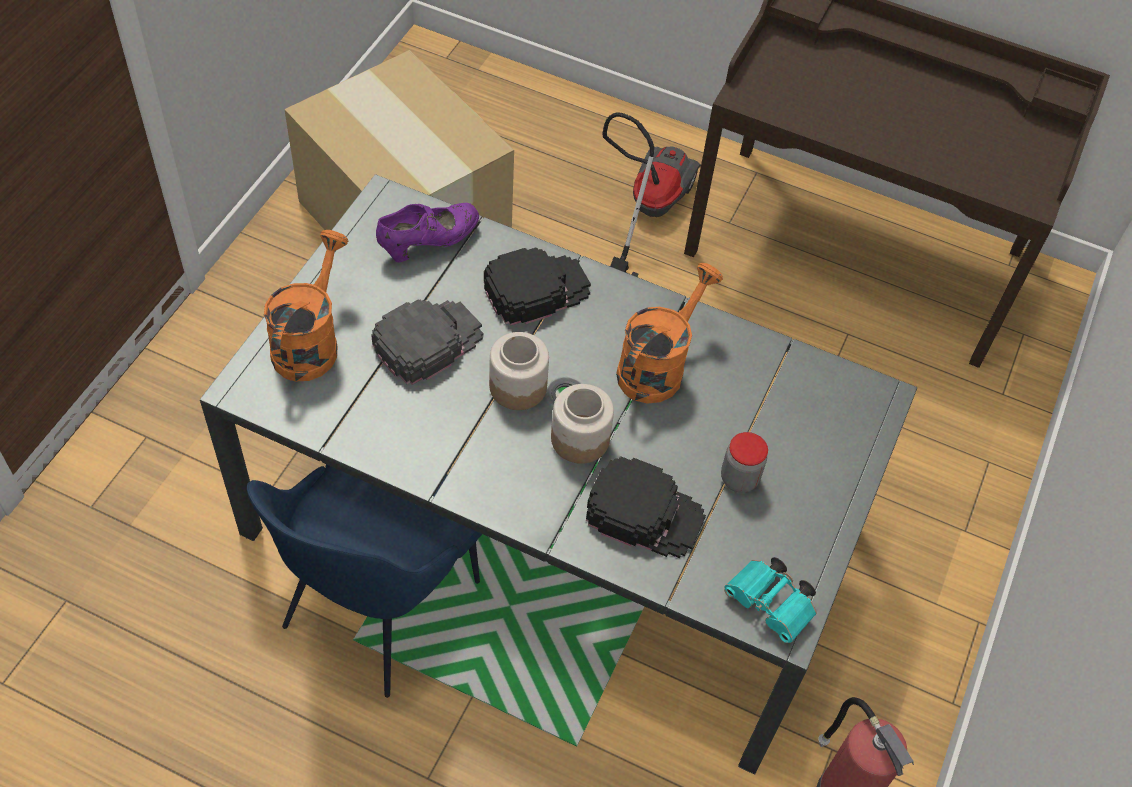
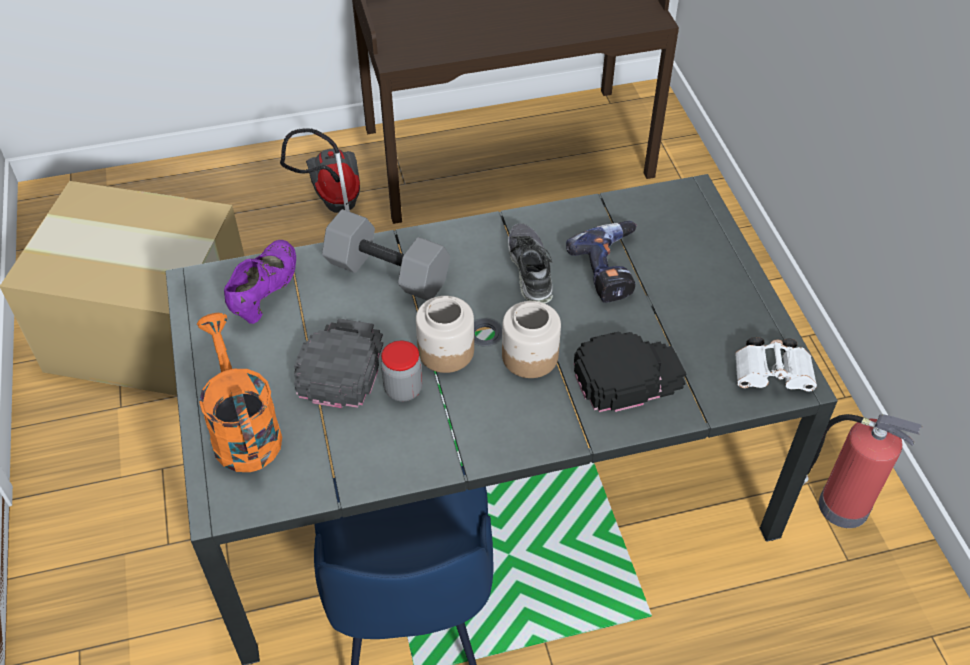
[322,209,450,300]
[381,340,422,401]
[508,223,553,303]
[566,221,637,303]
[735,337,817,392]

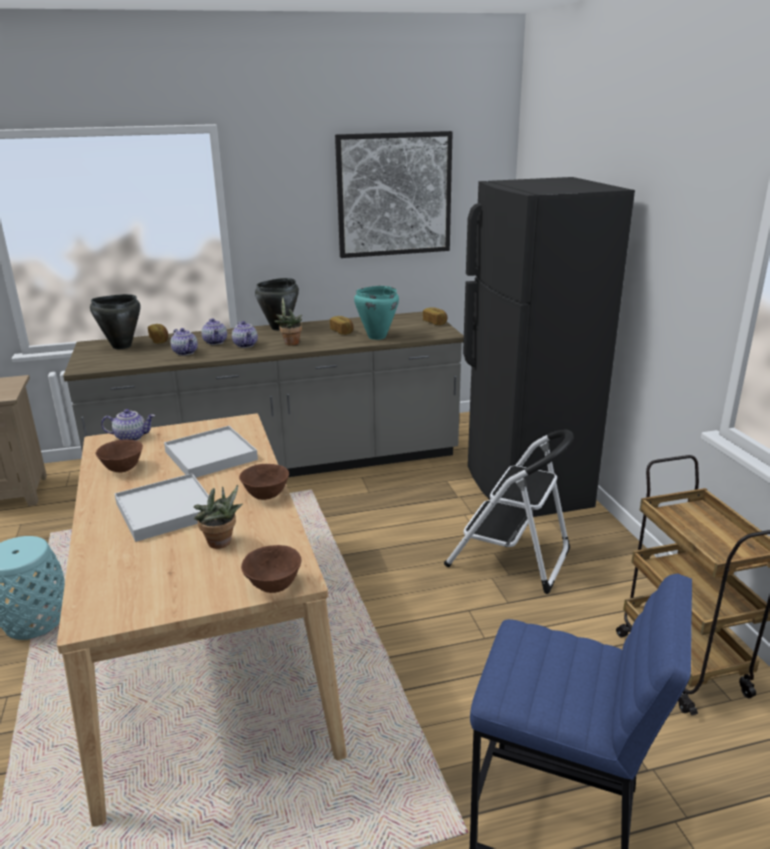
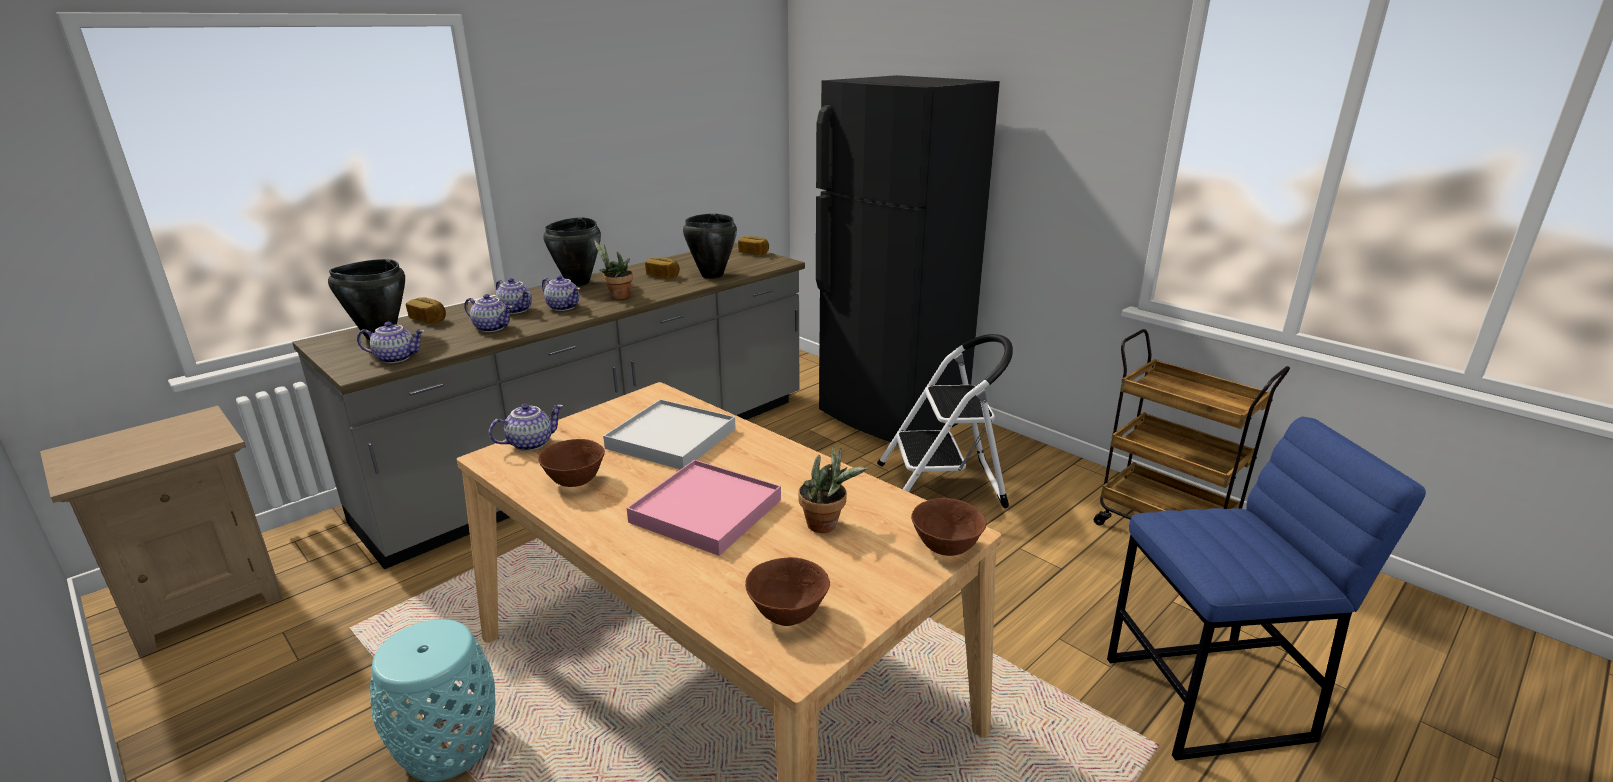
[357,322,424,363]
[627,460,781,556]
[683,213,737,279]
[745,557,830,626]
[335,131,453,258] (first image)

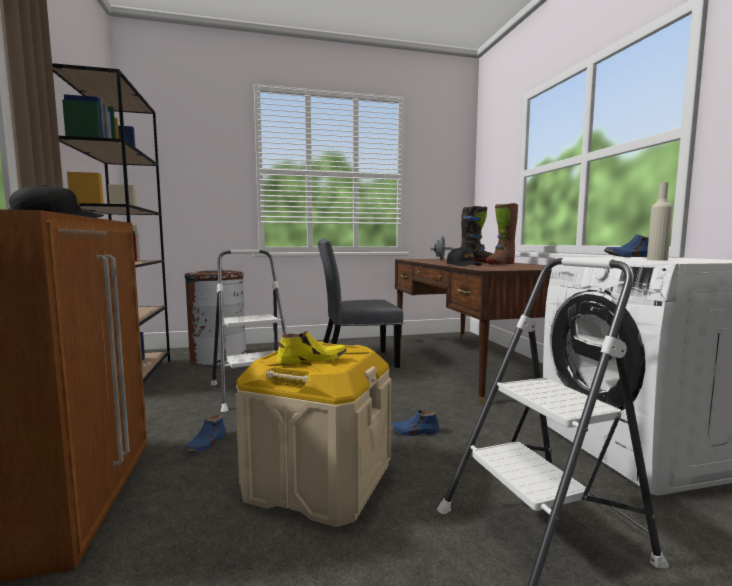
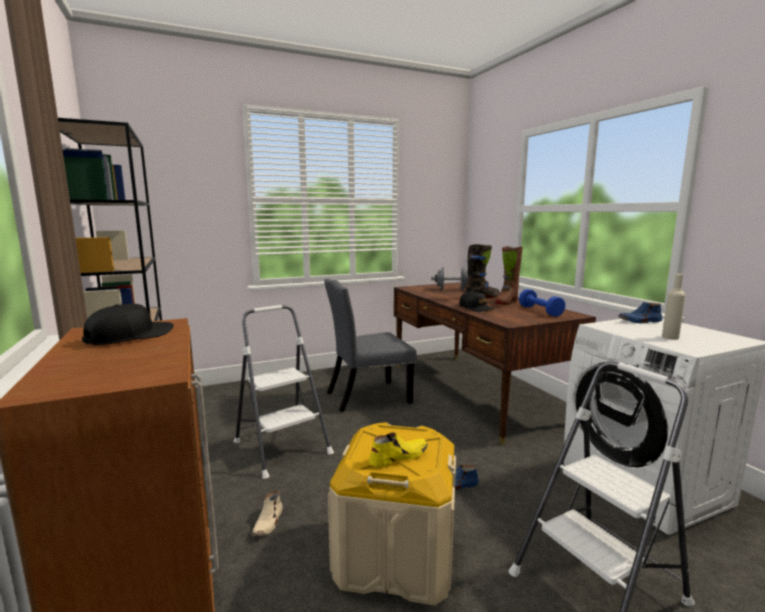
[252,490,283,536]
[519,289,565,317]
[185,270,246,366] (first image)

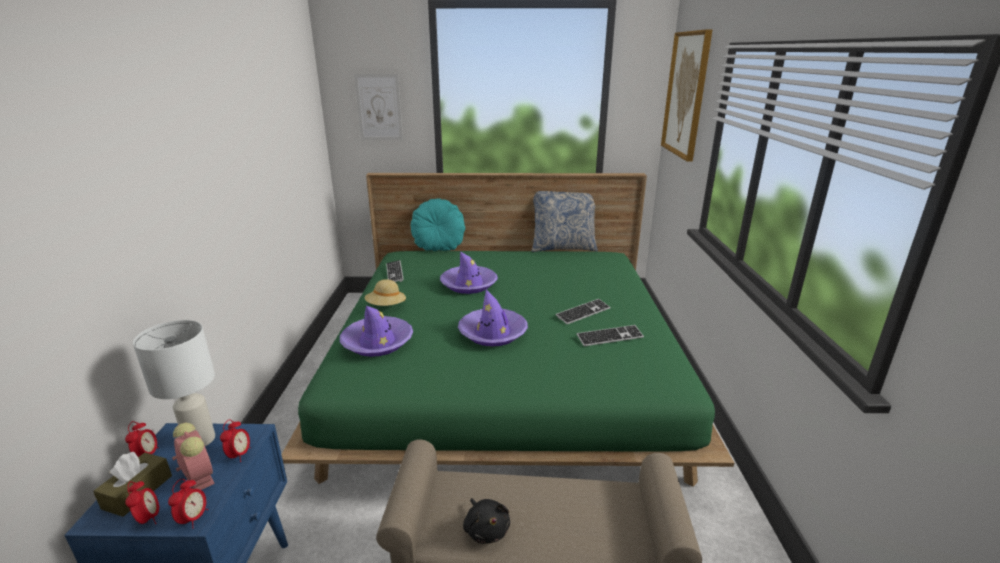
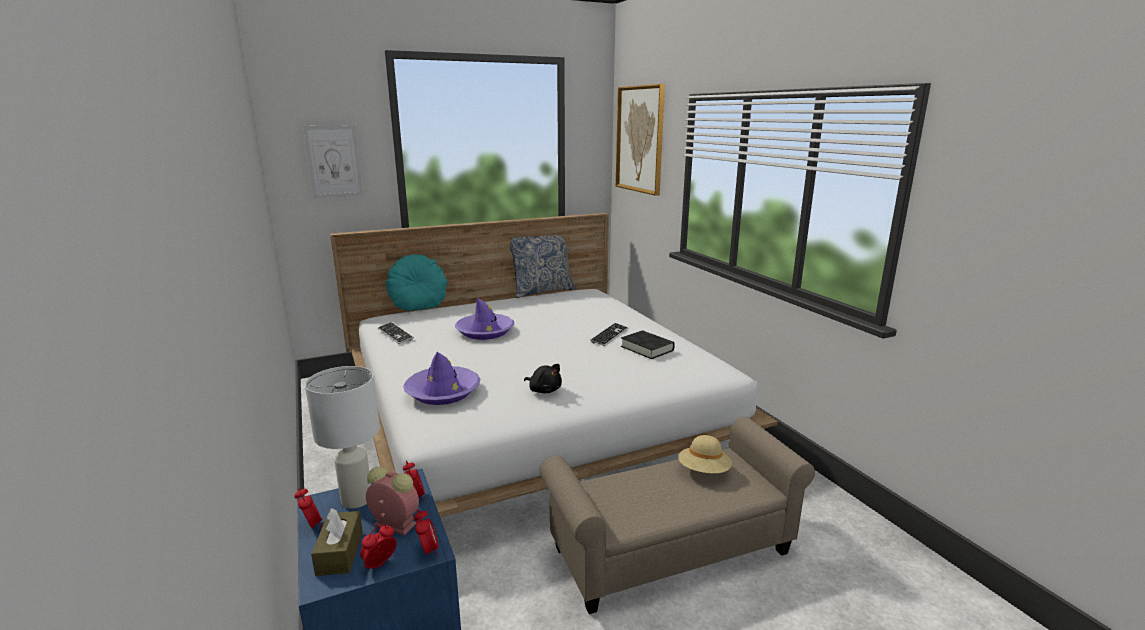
[330,213,778,518]
[360,524,397,569]
[524,364,562,393]
[621,330,675,359]
[678,435,732,474]
[458,289,528,347] (first image)

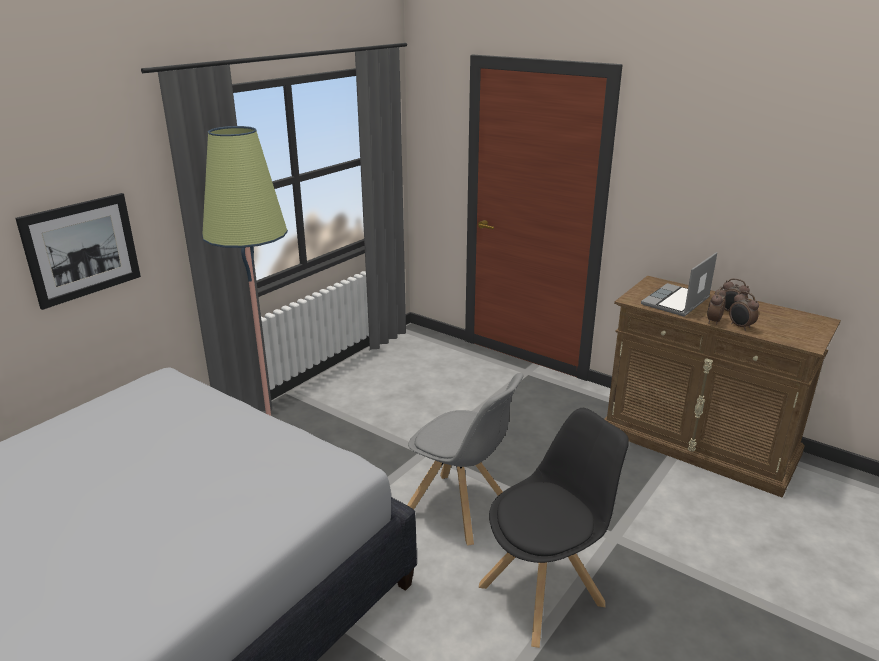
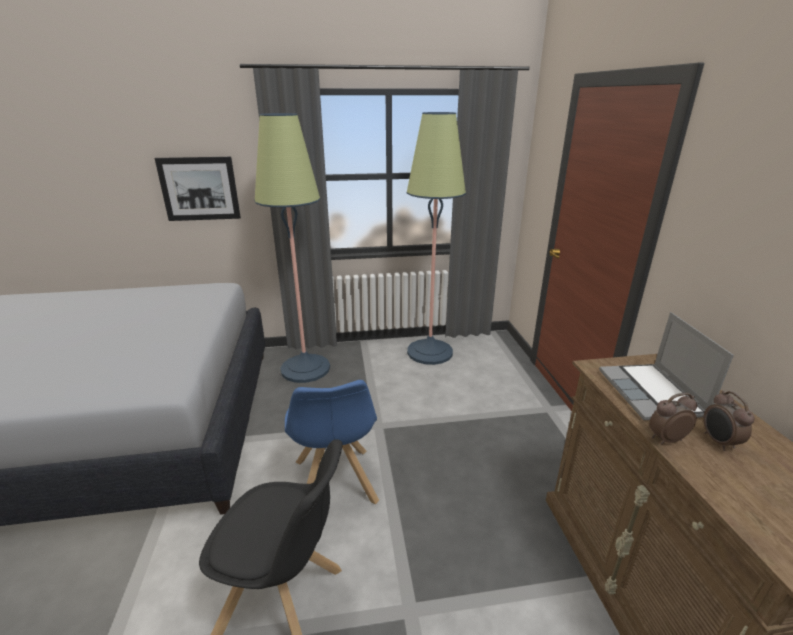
[285,380,379,504]
[407,112,466,365]
[599,312,734,420]
[729,291,759,331] (first image)

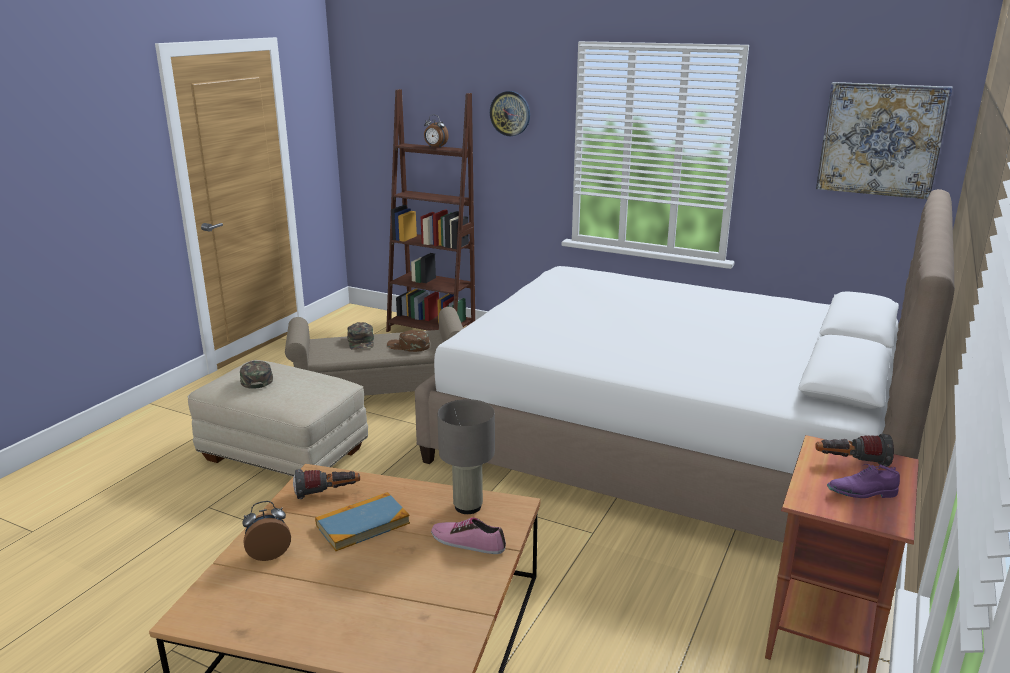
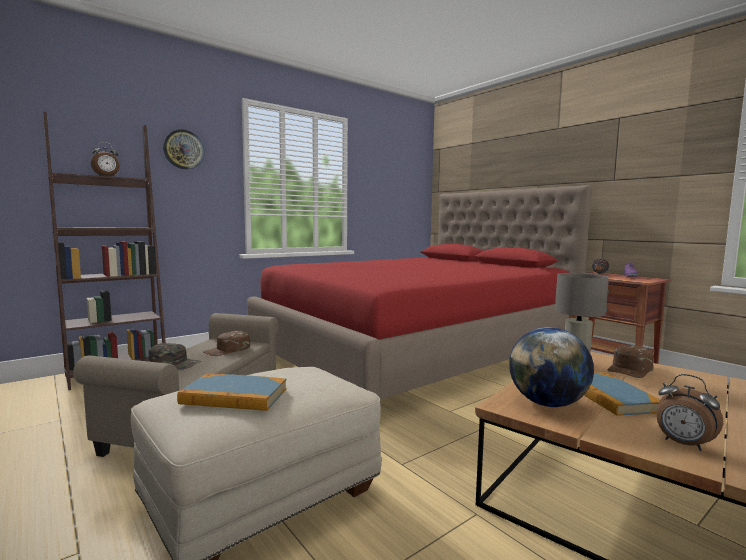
[177,373,287,411]
[247,185,592,399]
[509,327,594,407]
[607,345,654,378]
[657,374,723,451]
[816,82,953,199] (first image)

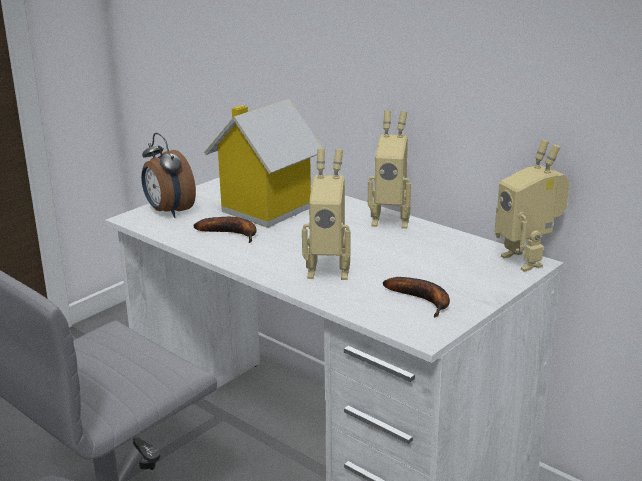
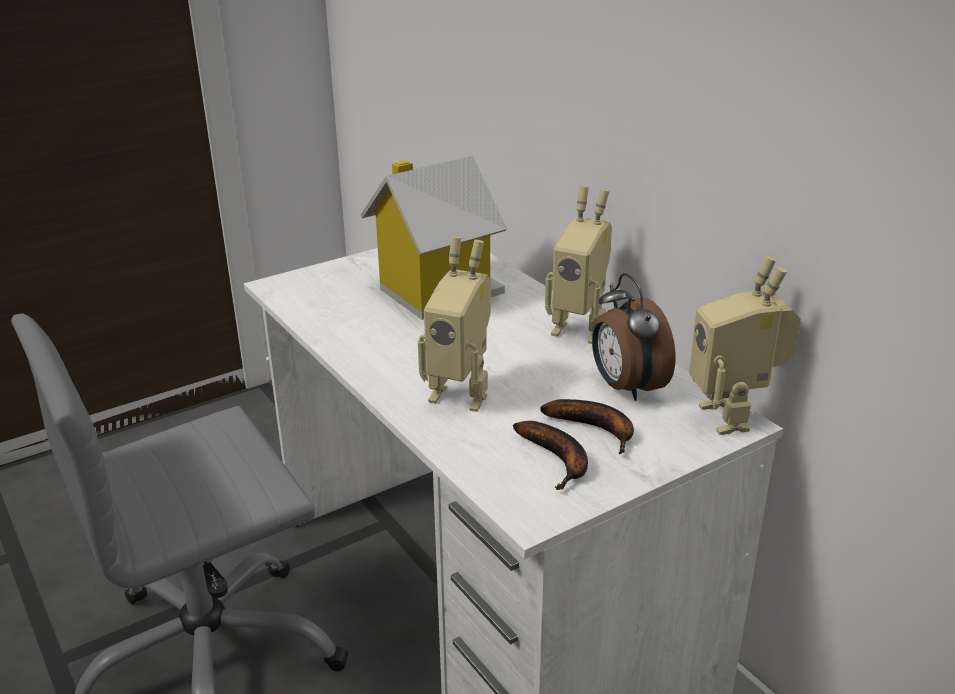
[540,399,634,454]
[592,273,676,401]

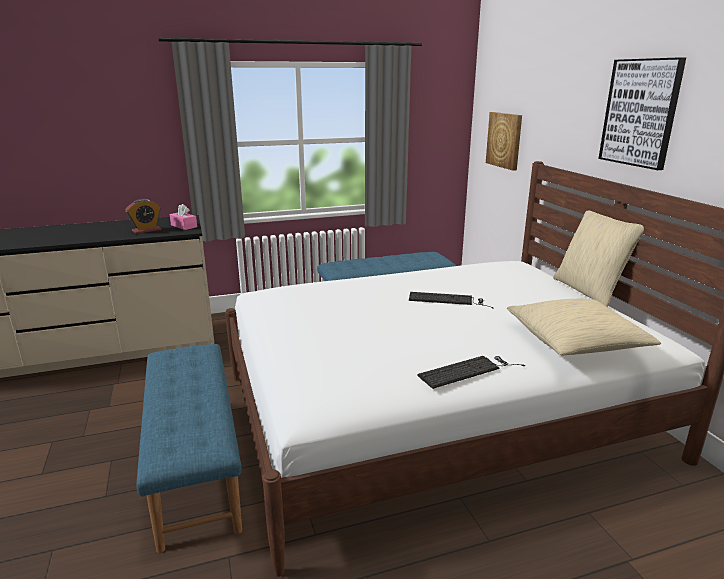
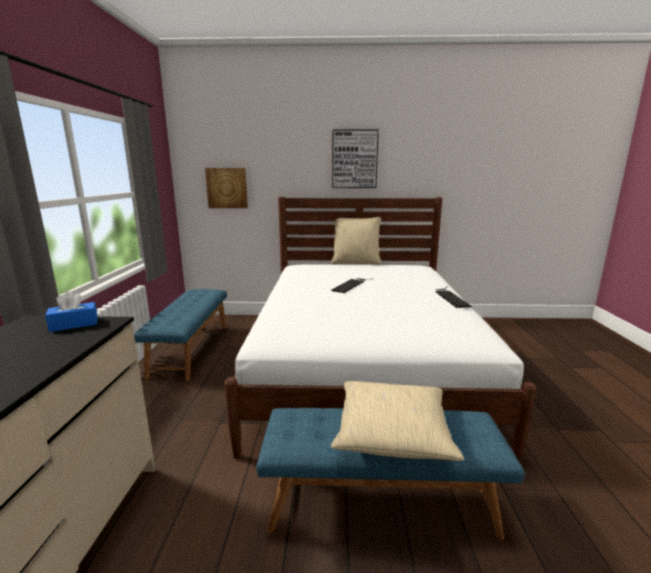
[45,291,98,332]
[331,381,464,461]
[125,199,161,234] (first image)

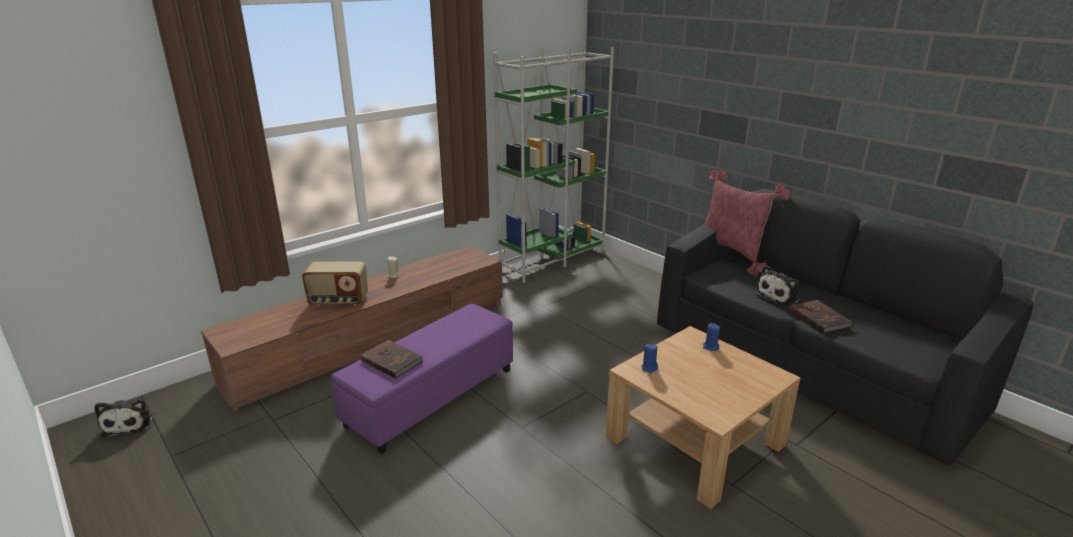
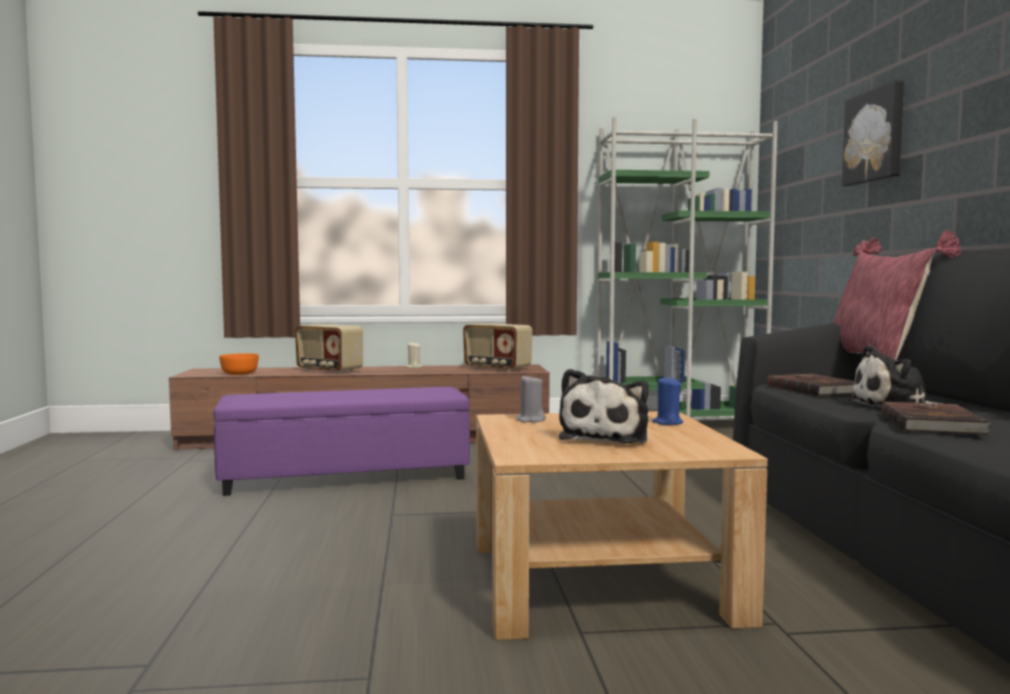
[219,353,259,375]
[463,323,532,371]
[517,374,546,423]
[559,369,649,443]
[768,374,855,396]
[842,80,904,186]

